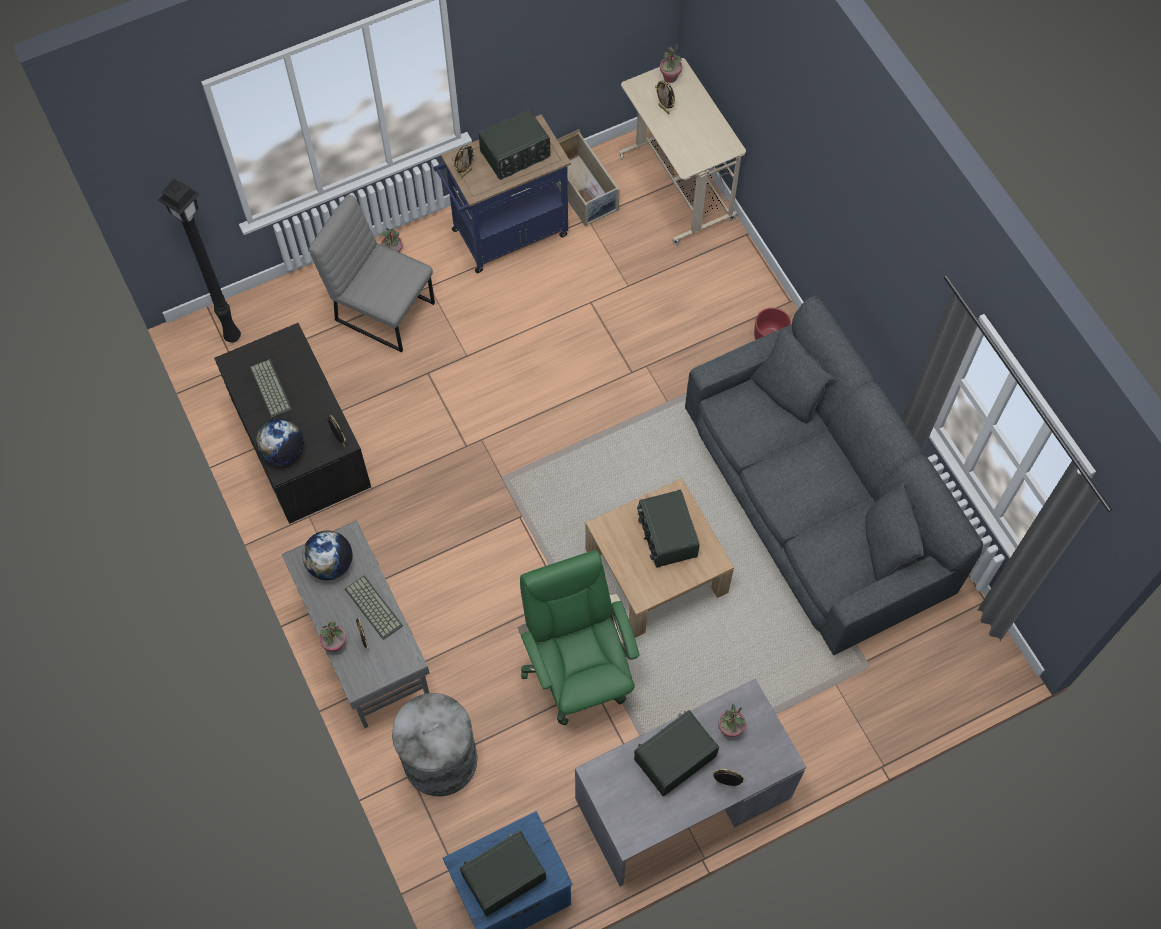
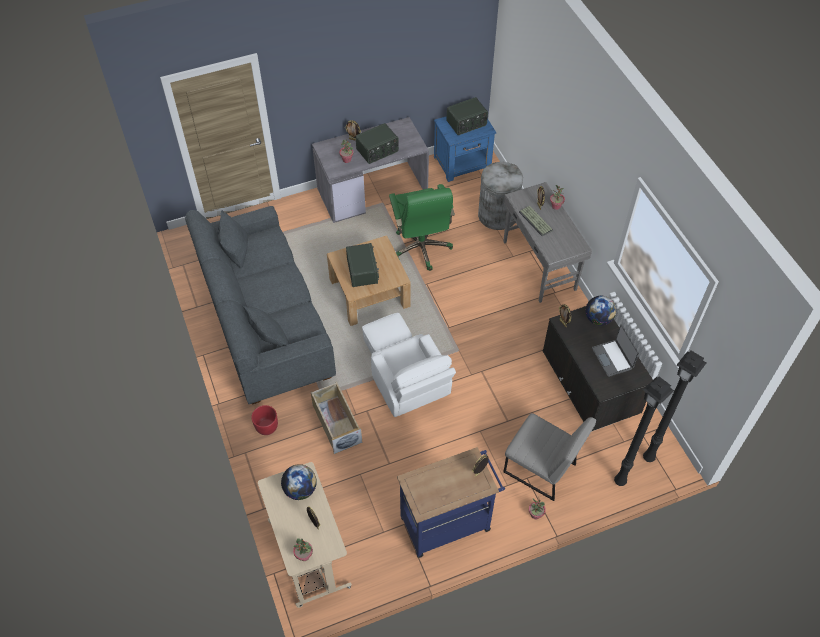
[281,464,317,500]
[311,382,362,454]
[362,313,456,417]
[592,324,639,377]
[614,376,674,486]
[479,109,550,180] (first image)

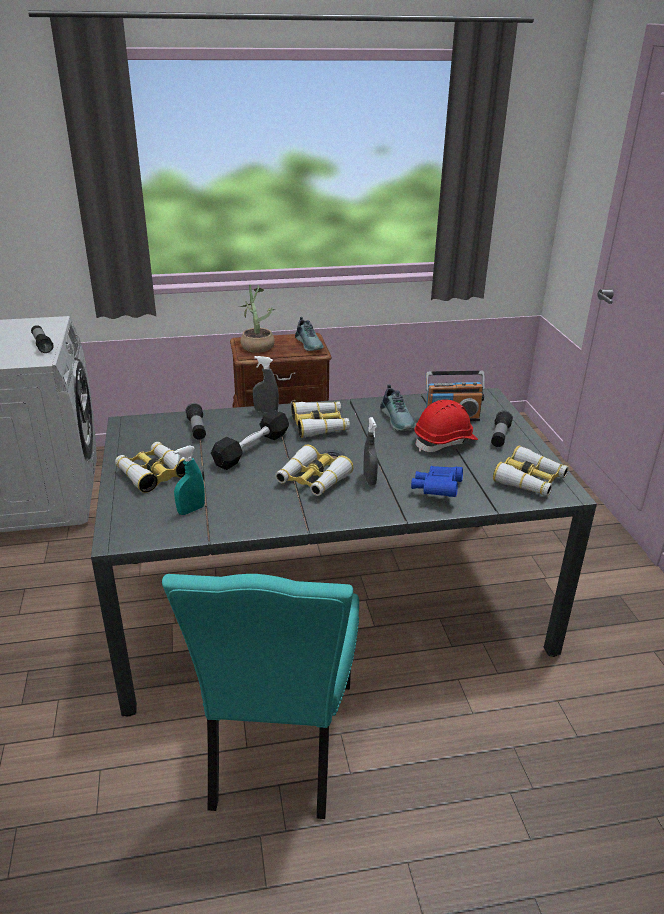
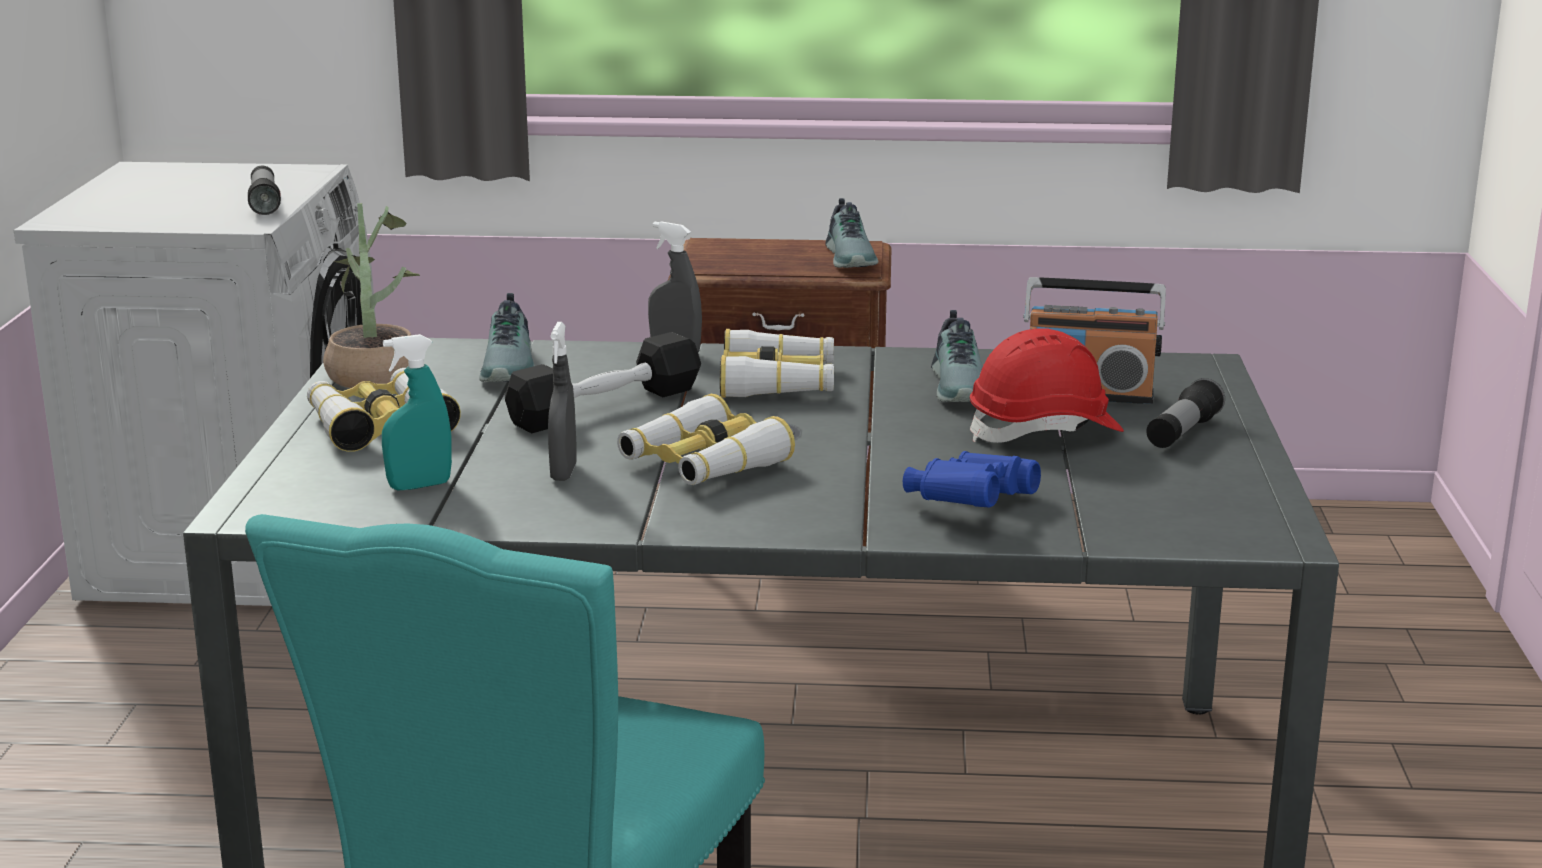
[323,203,421,388]
[480,293,535,382]
[548,322,577,481]
[493,445,569,496] (first image)

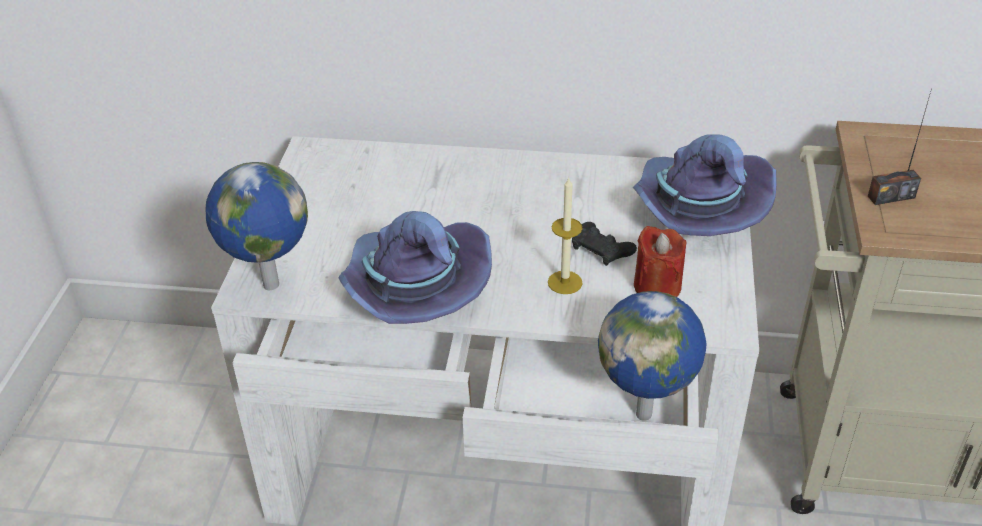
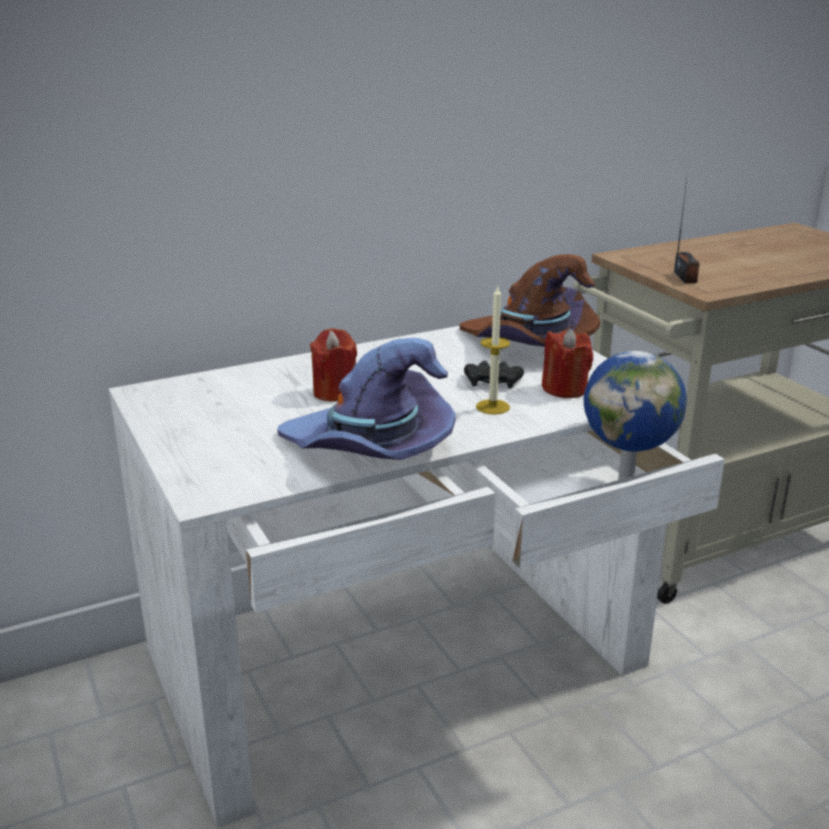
[310,328,357,401]
[459,254,600,347]
[674,179,700,283]
[206,162,308,290] (first image)

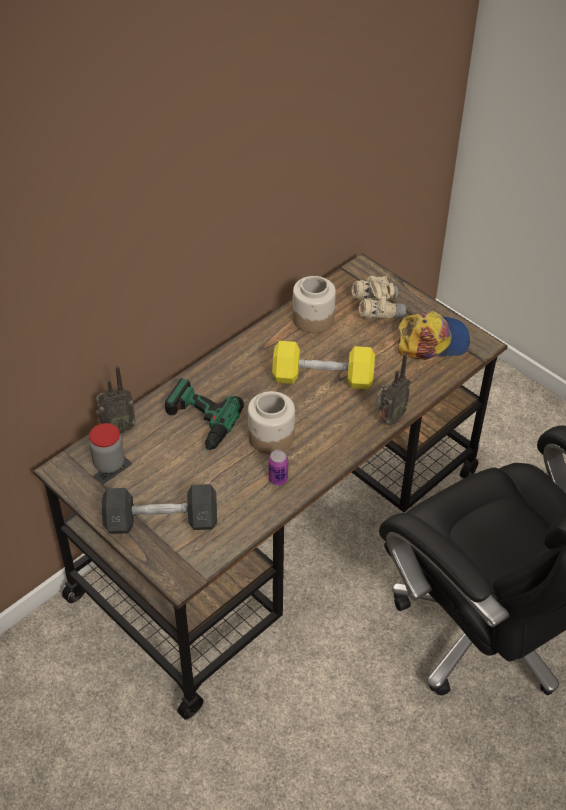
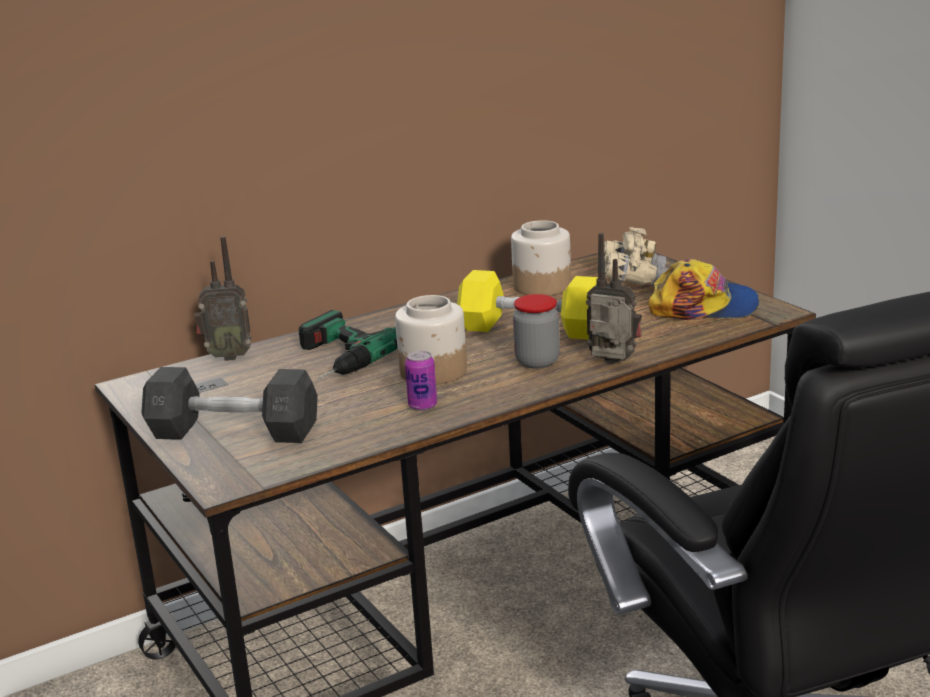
[513,294,560,369]
[586,233,642,364]

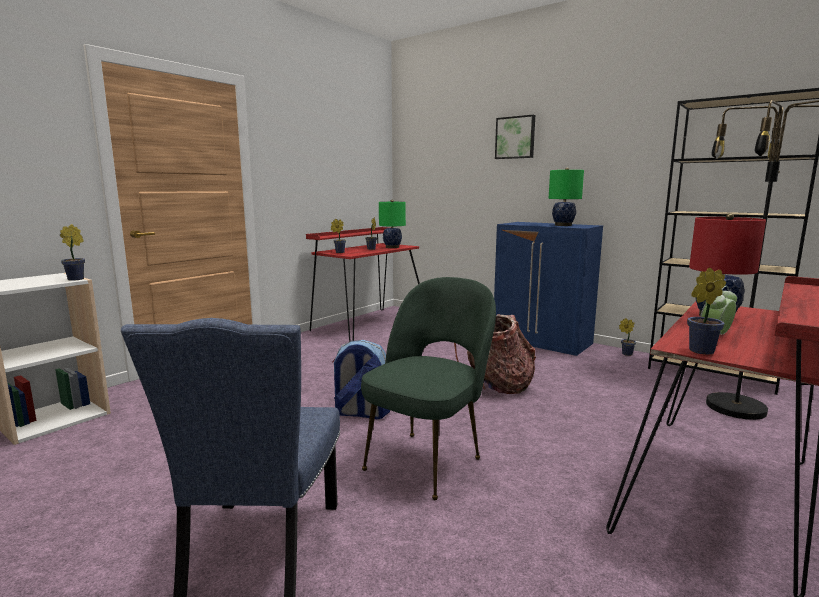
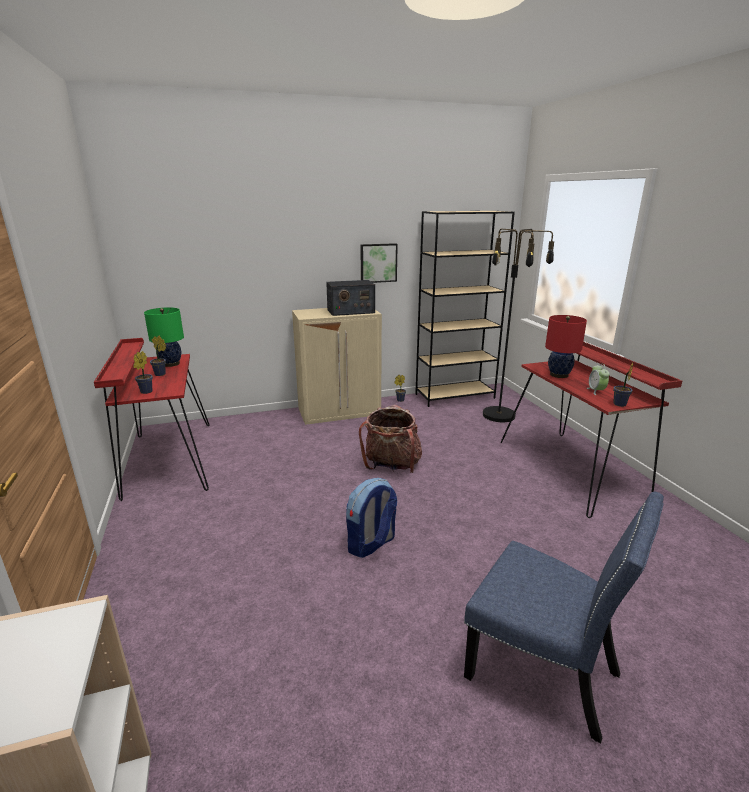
[292,308,382,425]
[326,280,375,316]
[360,243,398,283]
[60,224,85,281] (first image)
[361,277,496,500] (first image)

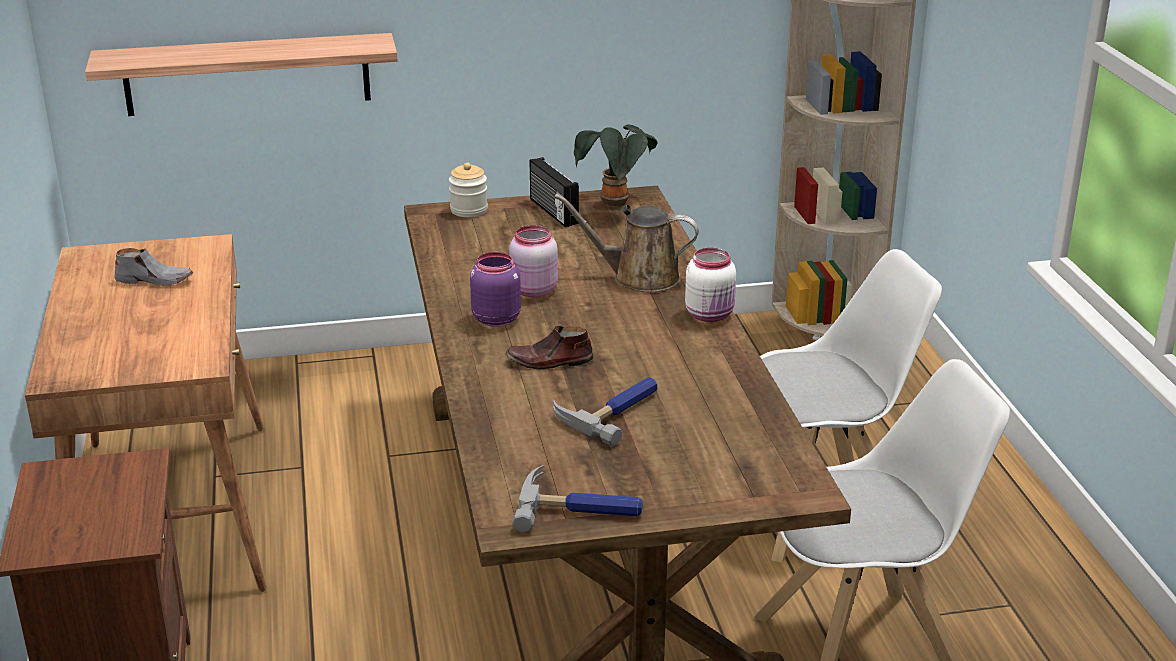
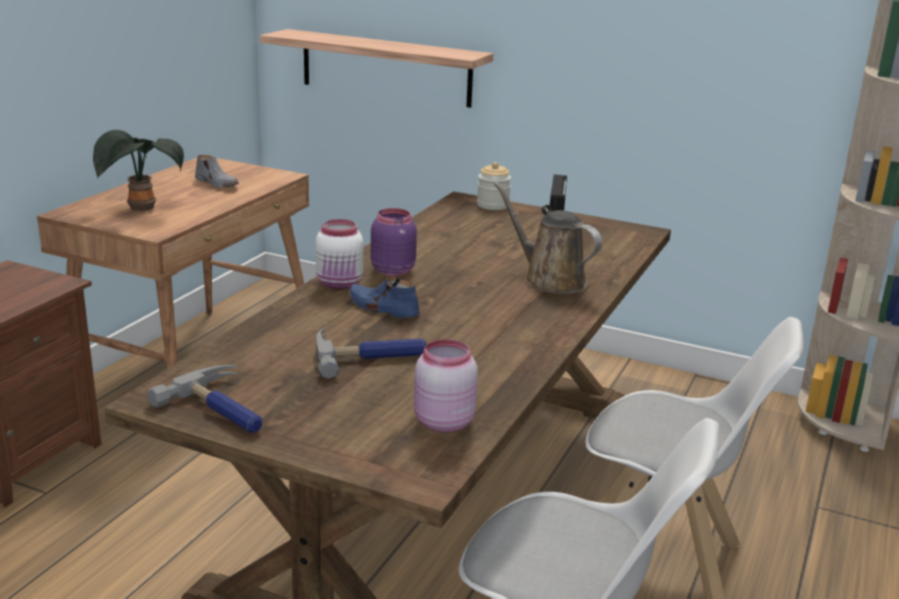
[93,130,184,211]
[316,219,363,289]
[348,276,420,318]
[414,339,478,433]

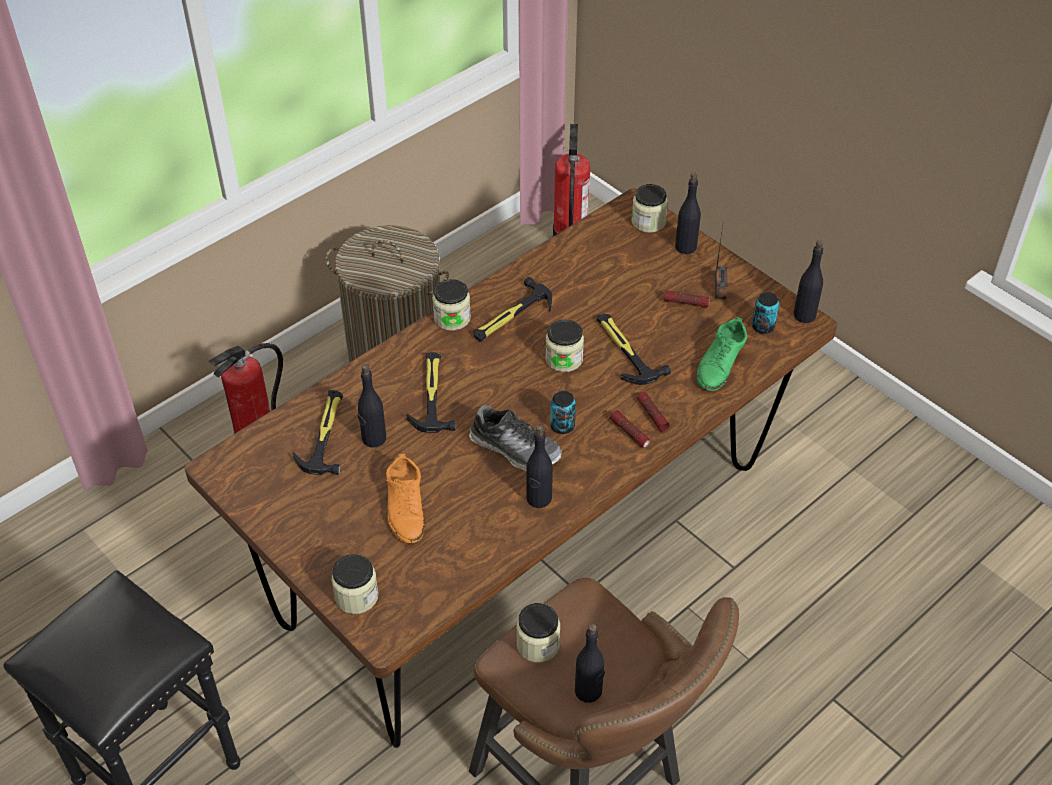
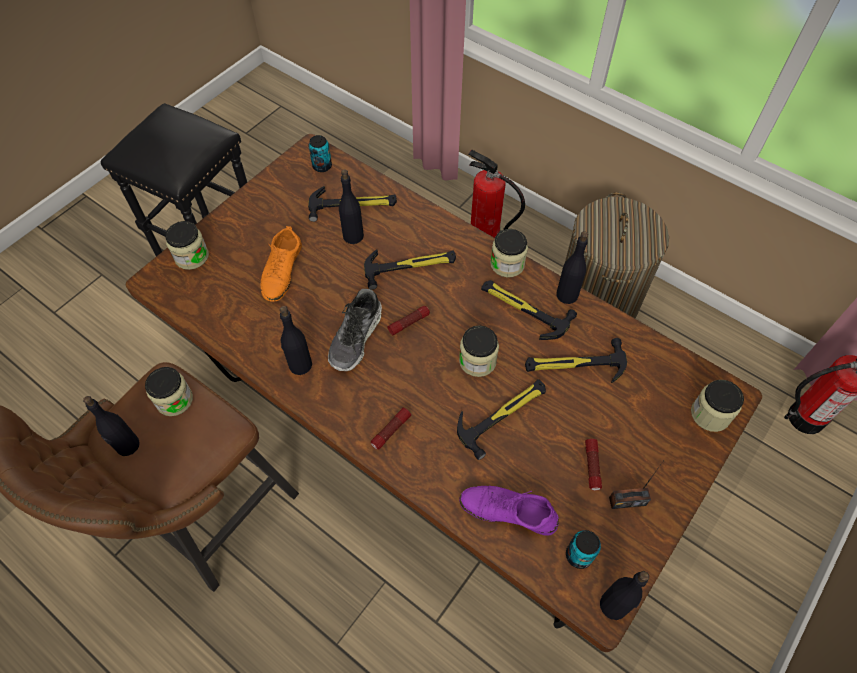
[261,226,302,302]
[309,135,332,172]
[388,306,430,335]
[459,486,559,536]
[525,338,627,383]
[557,231,588,304]

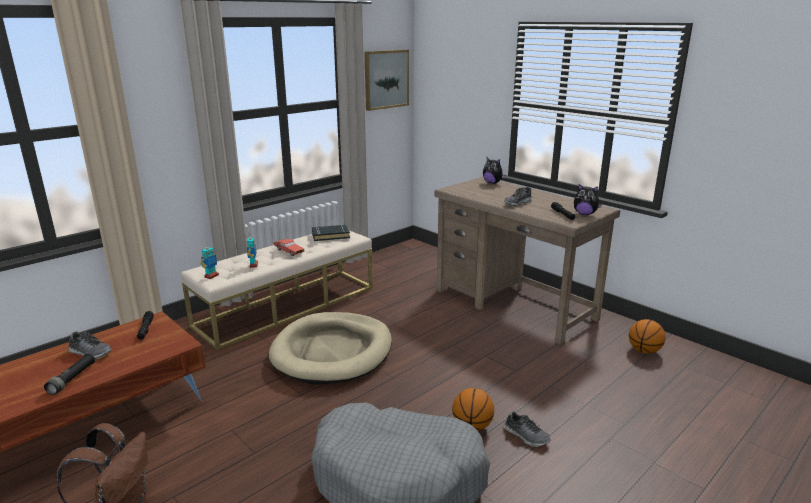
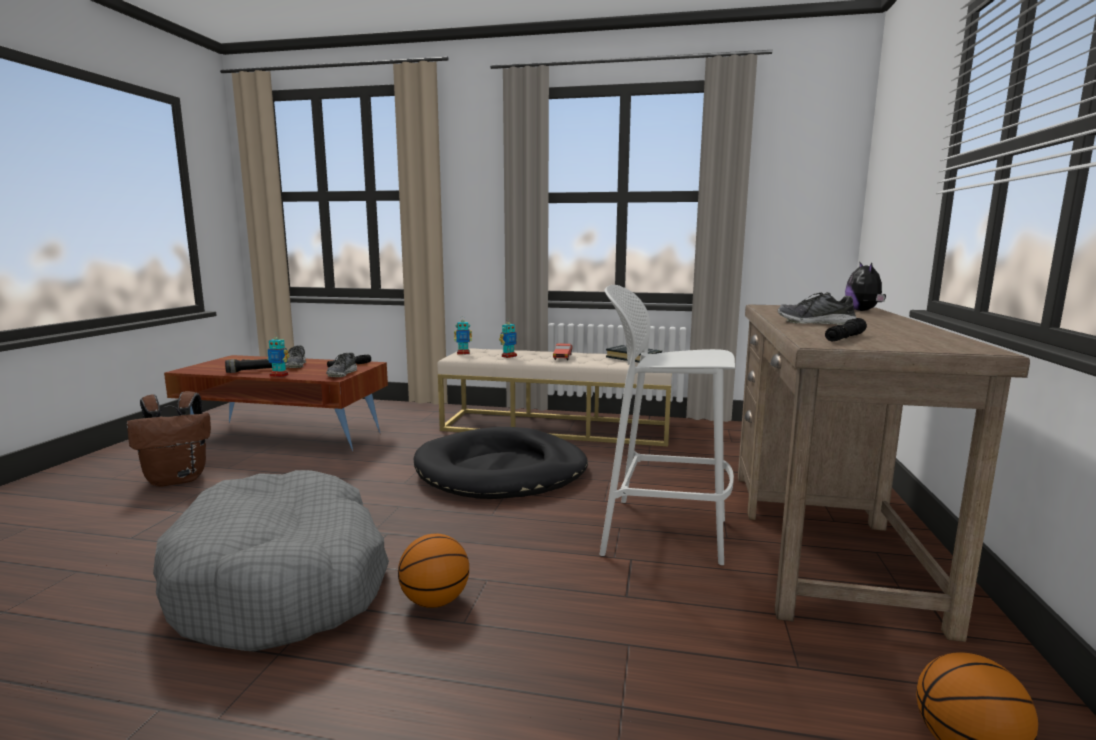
[267,333,289,377]
[326,353,357,377]
[414,427,588,499]
[599,285,735,565]
[364,50,409,111] (first image)
[574,184,602,215] (first image)

